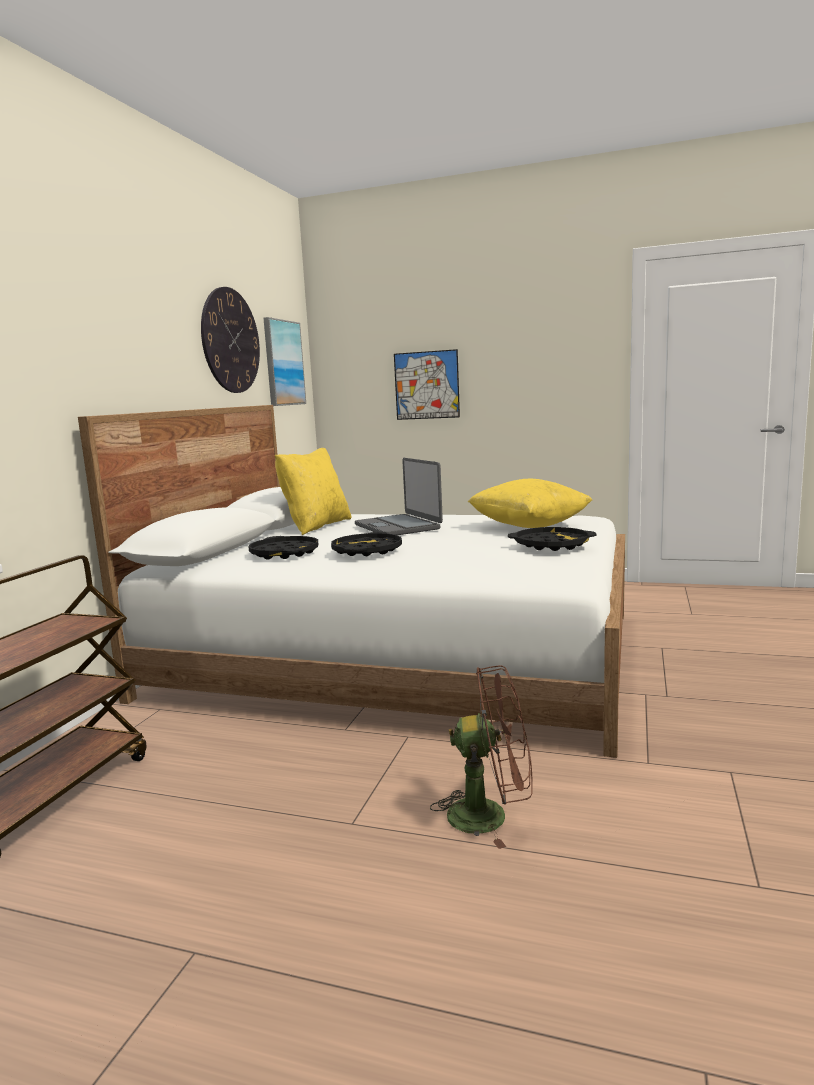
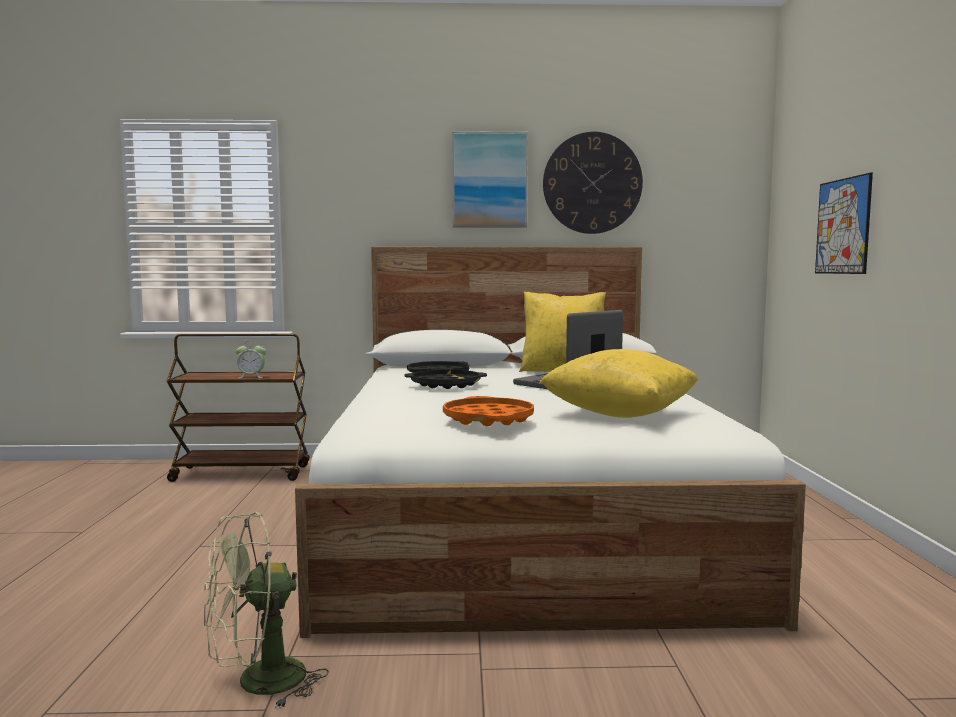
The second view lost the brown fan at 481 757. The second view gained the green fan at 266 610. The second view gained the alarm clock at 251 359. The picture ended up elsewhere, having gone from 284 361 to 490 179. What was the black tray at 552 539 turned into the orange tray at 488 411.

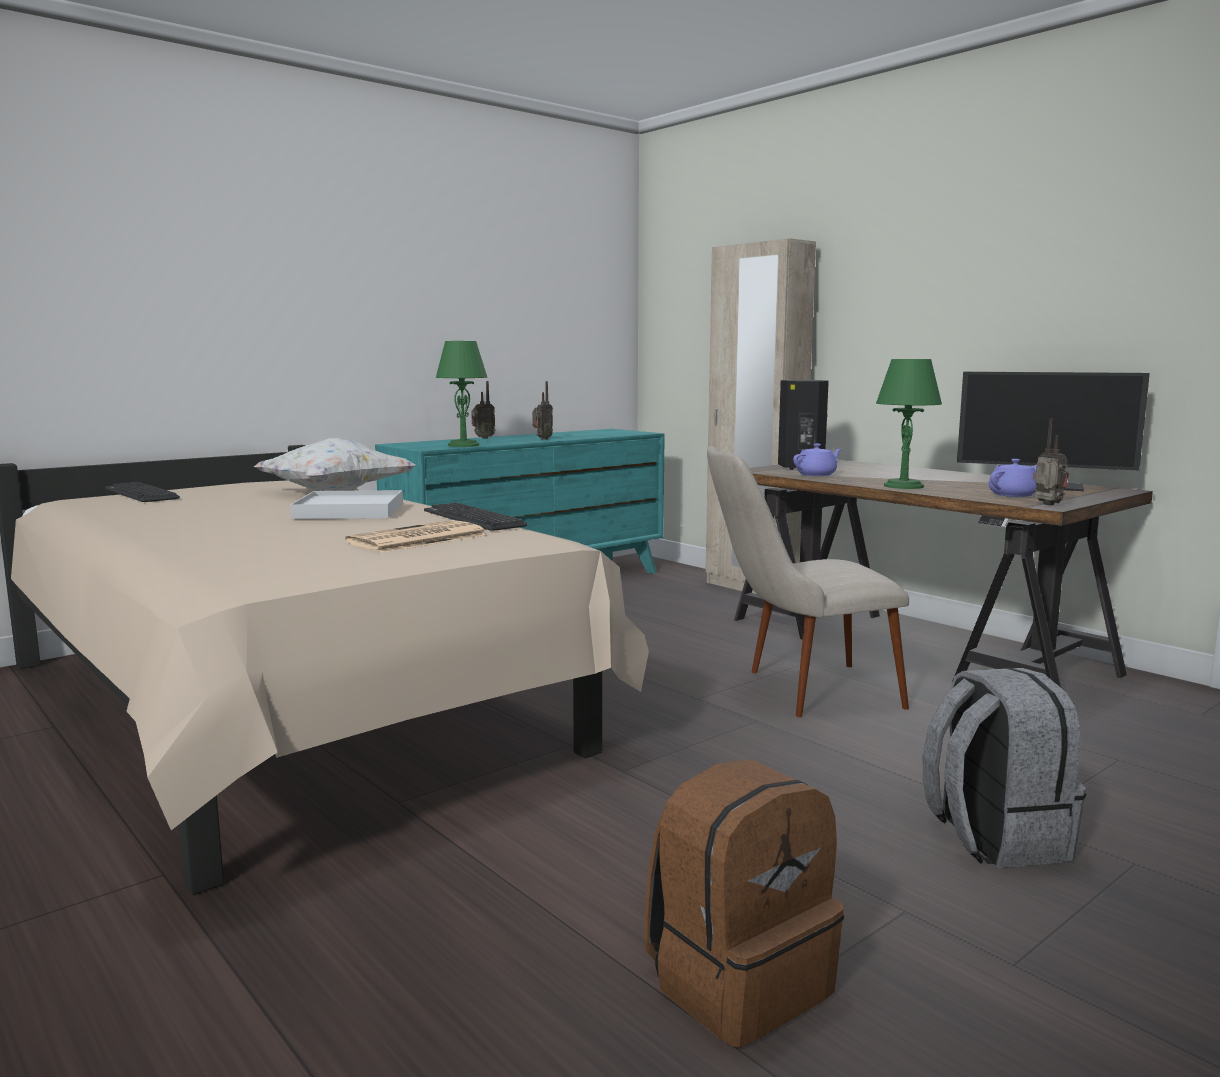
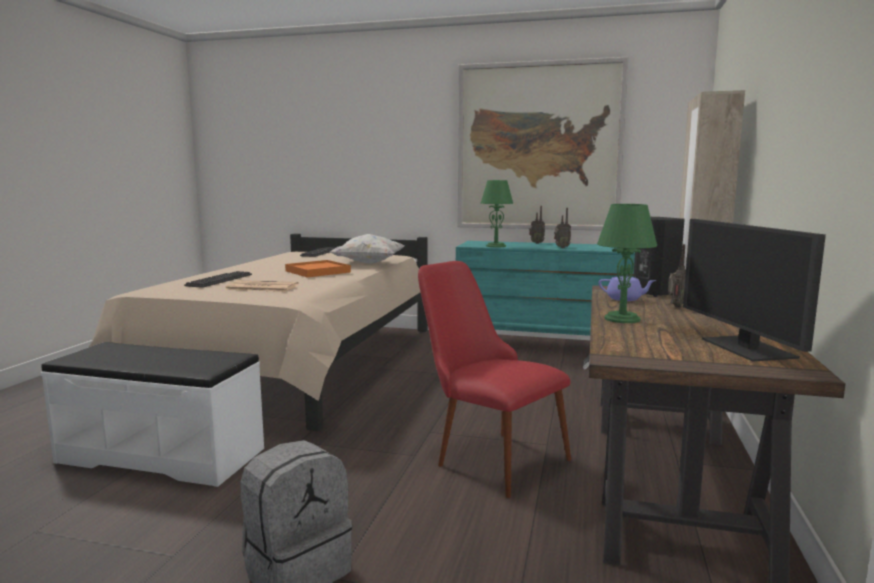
The second view lost the brown backpack at 744 903. The second view lost the purple teapot at 1013 478. The second view gained the white bench at 152 414. The second view gained the picture at 542 143. The keyboard ended up elsewhere, having gone from 475 517 to 218 279. The radio ended up elsewhere, having gone from 1051 461 to 677 276. What was the white tray at 346 504 turned into the orange tray at 318 268. What was the beige chair at 808 581 turned into the red chair at 494 379.

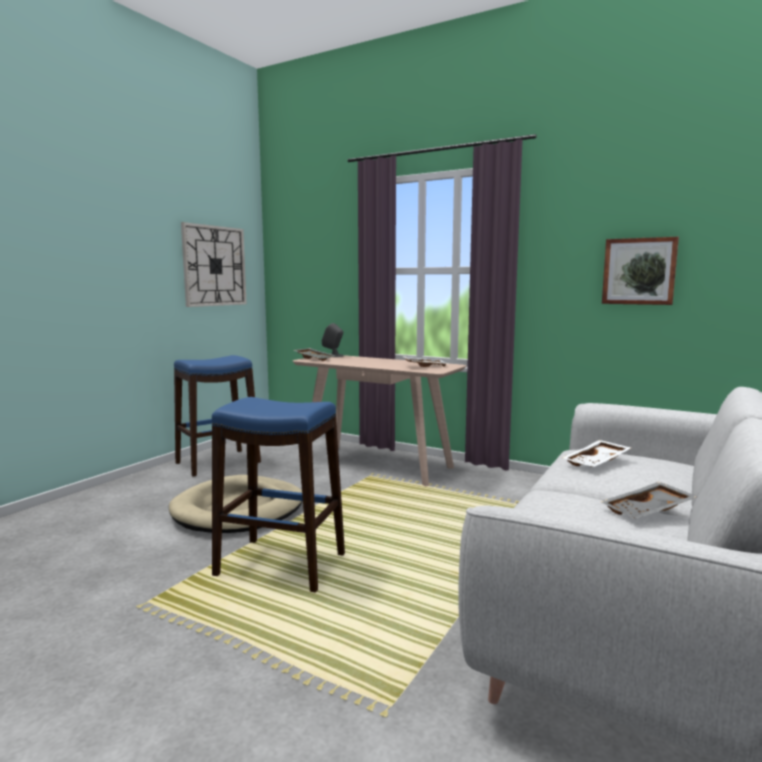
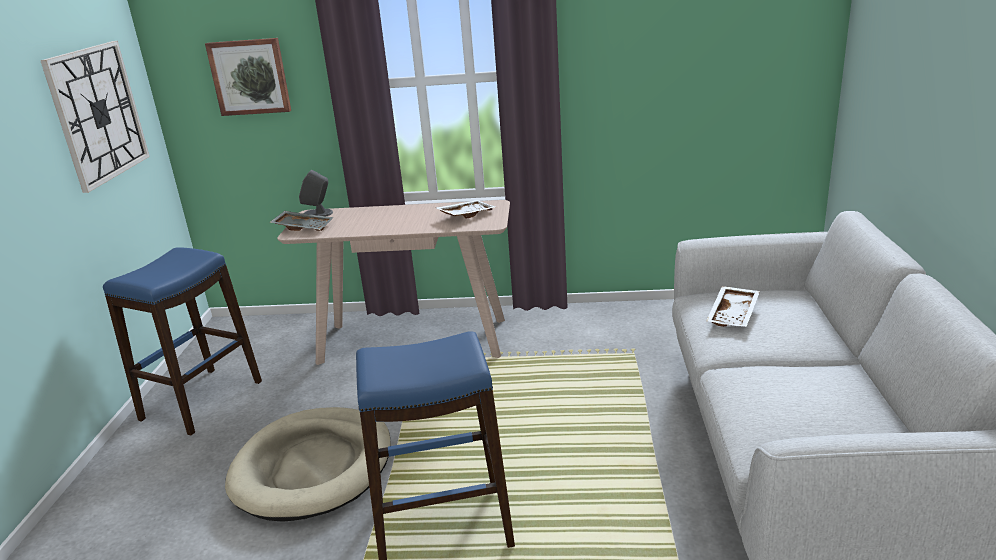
The second view lost the grey tray at 649 500. The picture ended up elsewhere, having gone from 640 271 to 248 77.

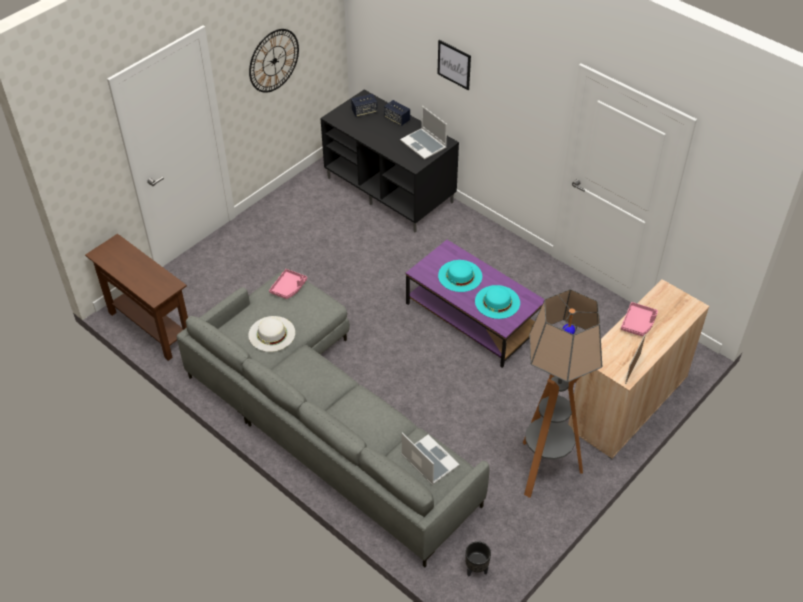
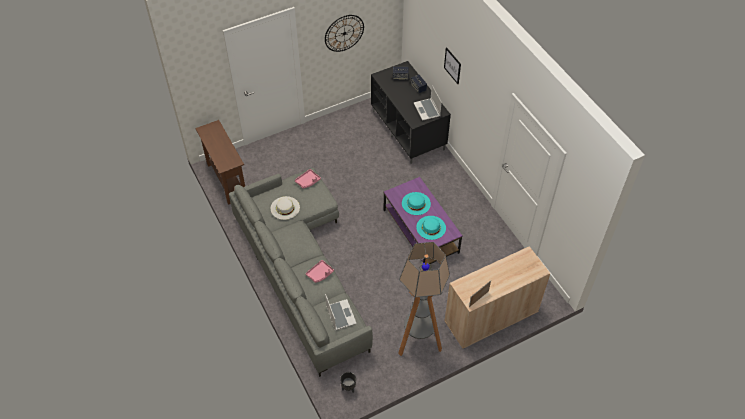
The pink tray ended up elsewhere, having gone from 639 319 to 320 271.

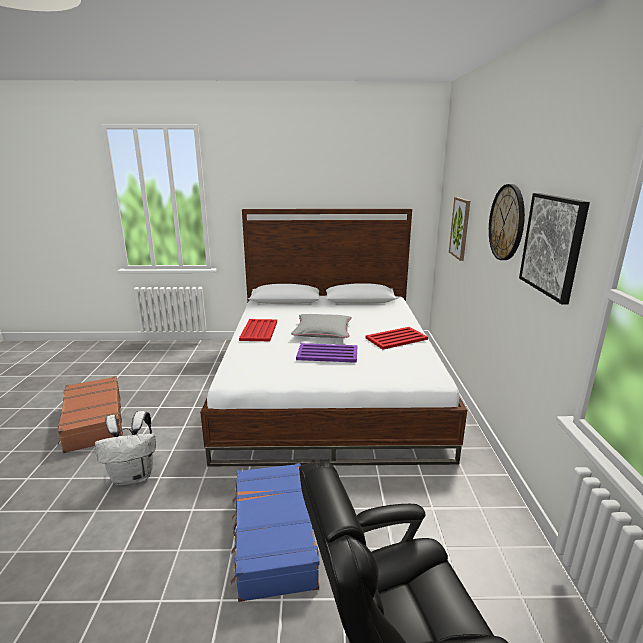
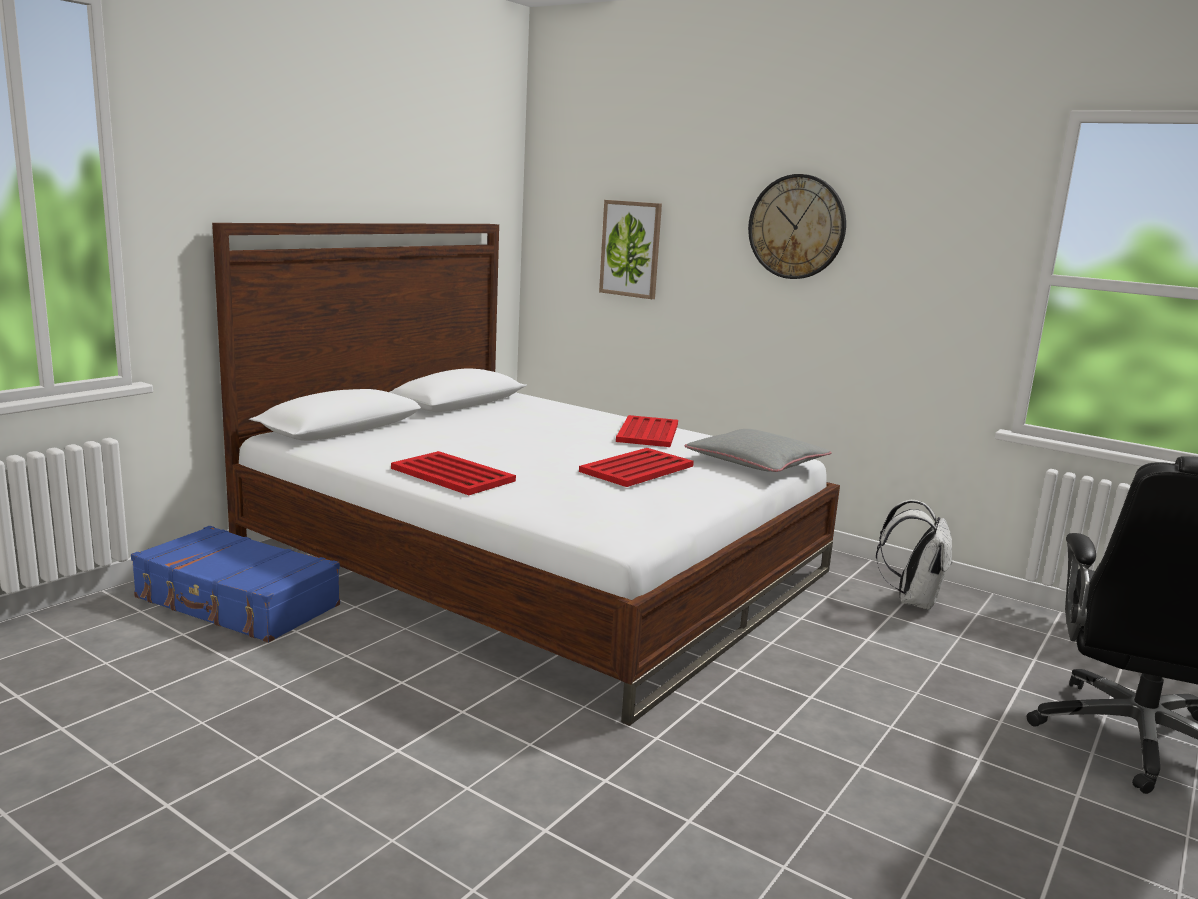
The second view lost the brown suitcase at 90 414. The second view lost the picture at 554 248. The white backpack ended up elsewhere, having gone from 125 448 to 914 555. The blue suitcase ended up elsewhere, having gone from 275 532 to 235 584. The grey pillow ended up elsewhere, having gone from 321 326 to 757 450. What was the purple tray at 326 353 turned into the red tray at 636 467.

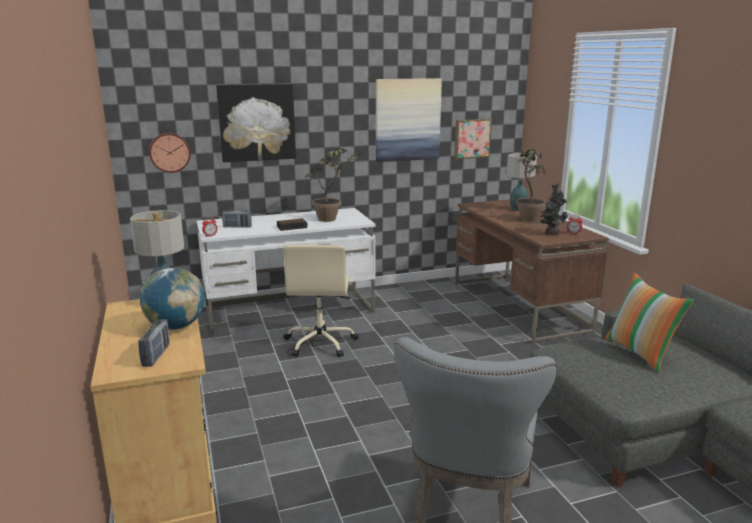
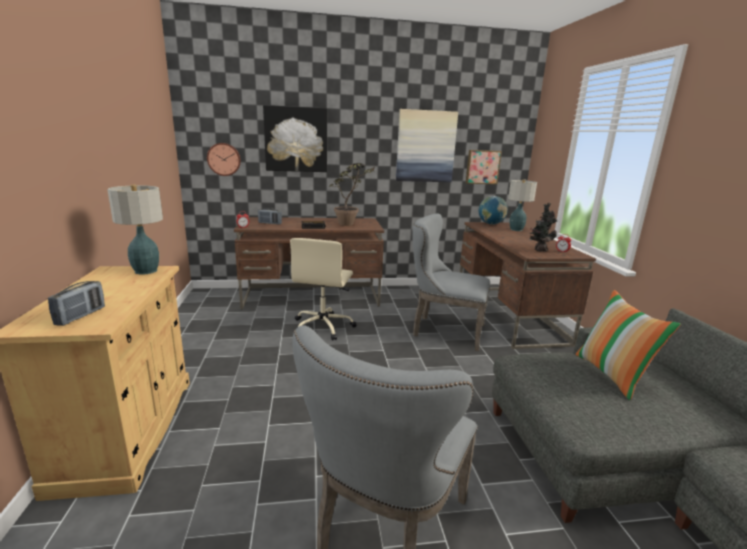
The second view lost the potted plant at 531 186. The second view gained the grey chair at 451 282. The globe ended up elsewhere, having gone from 172 299 to 493 210. What was the white desk at 286 271 turned into the brown desk at 309 263.

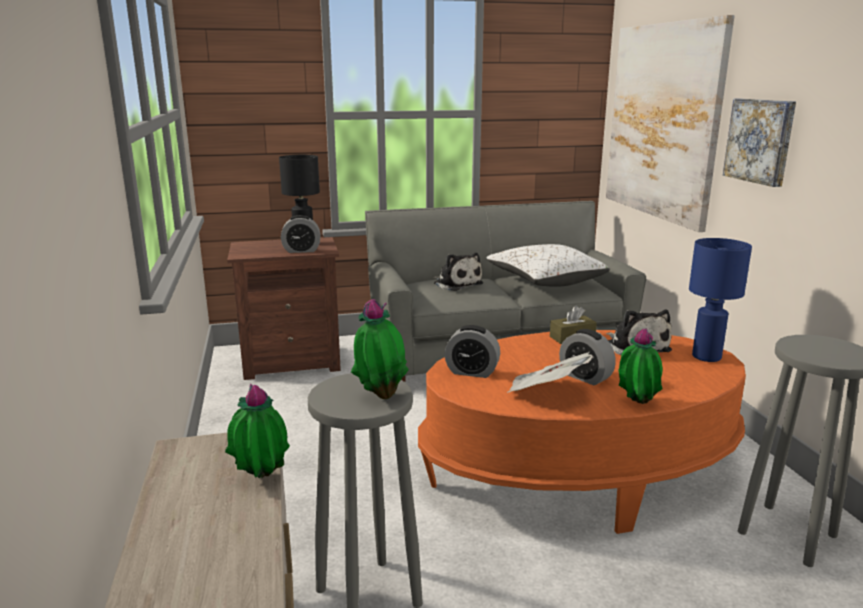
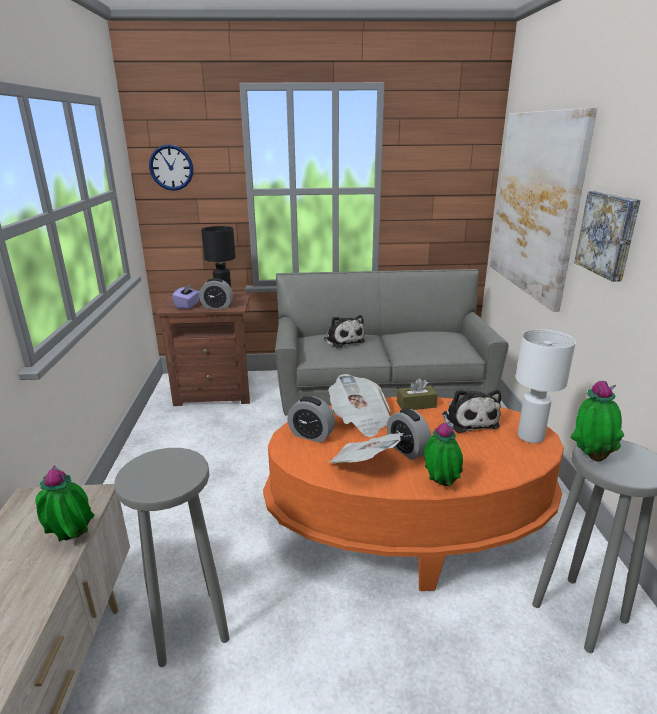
The second view lost the white pillow at 548 265. The second view gained the wall clock at 171 167. The second view gained the purple tissue box at 186 296. The second view gained the newspaper at 359 405. The potted plant ended up elsewhere, having gone from 380 349 to 597 421. What was the blue table lamp at 720 300 turned into the white table lamp at 546 386.

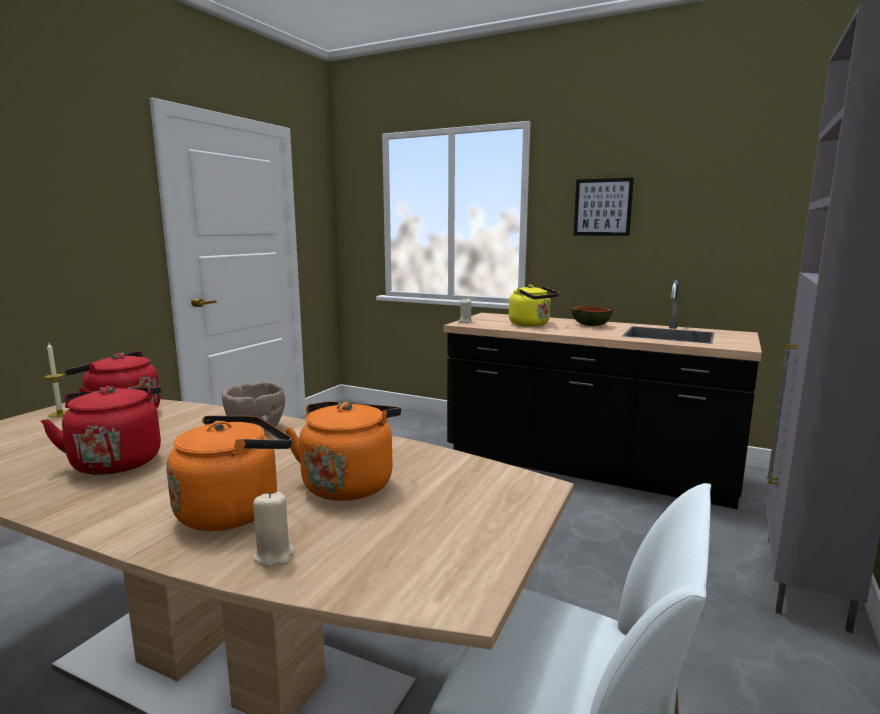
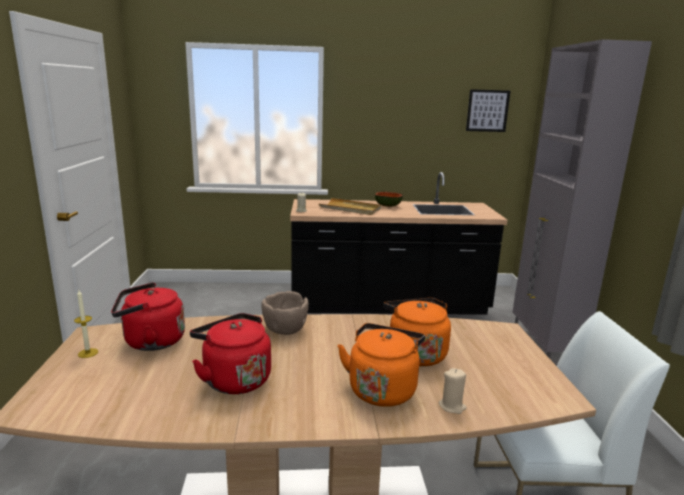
The picture ended up elsewhere, having gone from 604 207 to 488 110. Where the yellow kettle stood at 534 305, the beige tray came to stand at 350 206.

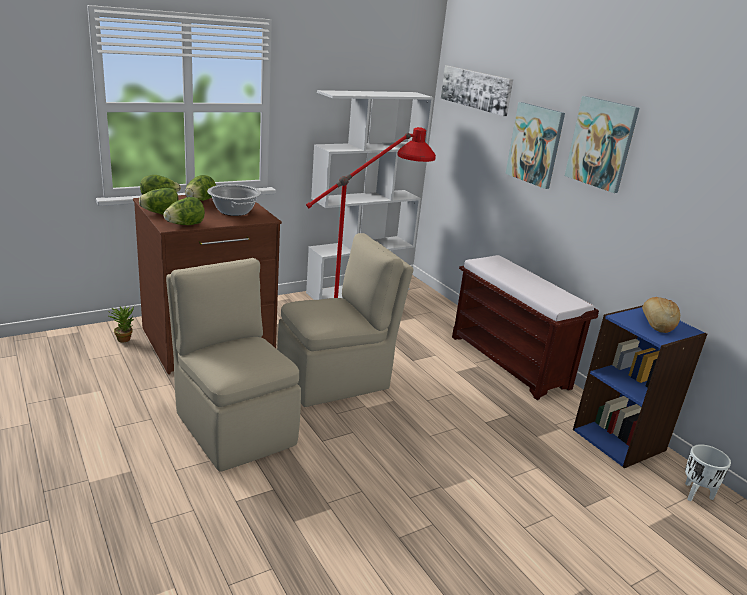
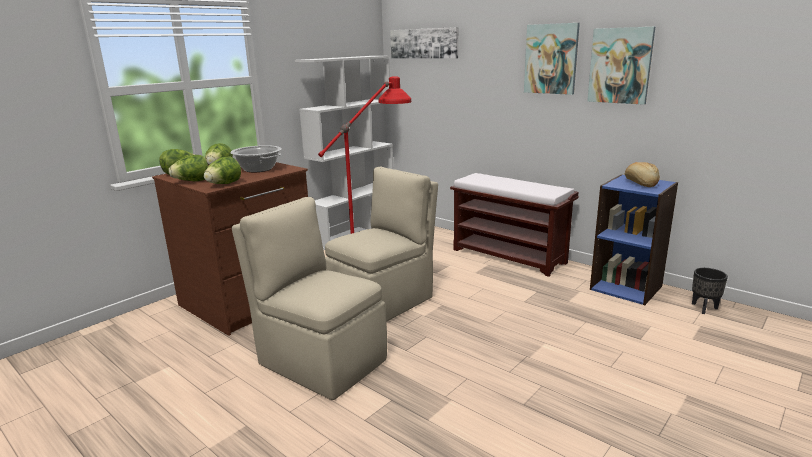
The second view lost the potted plant at 121 324. The picture ended up elsewhere, having gone from 535 145 to 621 66. What was the white planter at 708 472 turned into the black planter at 710 291.

